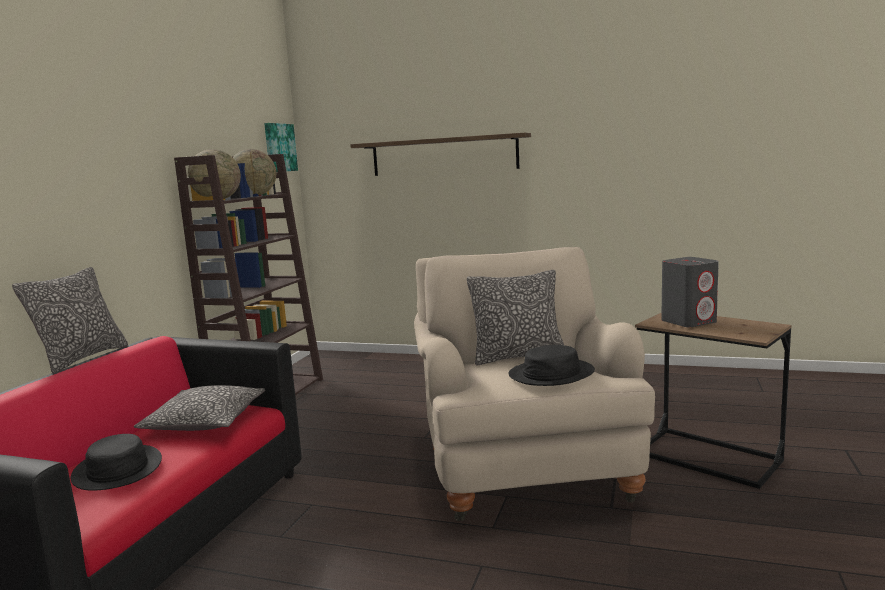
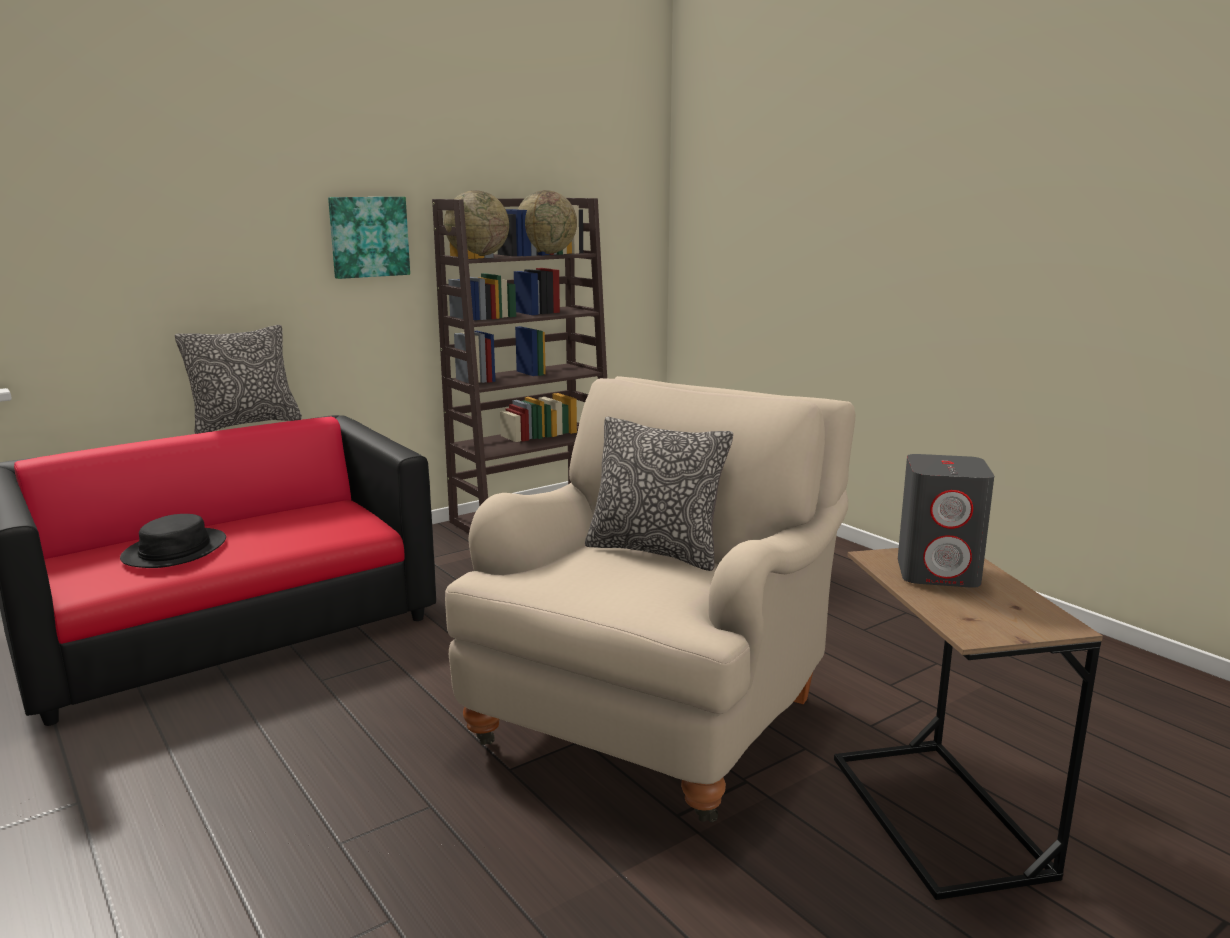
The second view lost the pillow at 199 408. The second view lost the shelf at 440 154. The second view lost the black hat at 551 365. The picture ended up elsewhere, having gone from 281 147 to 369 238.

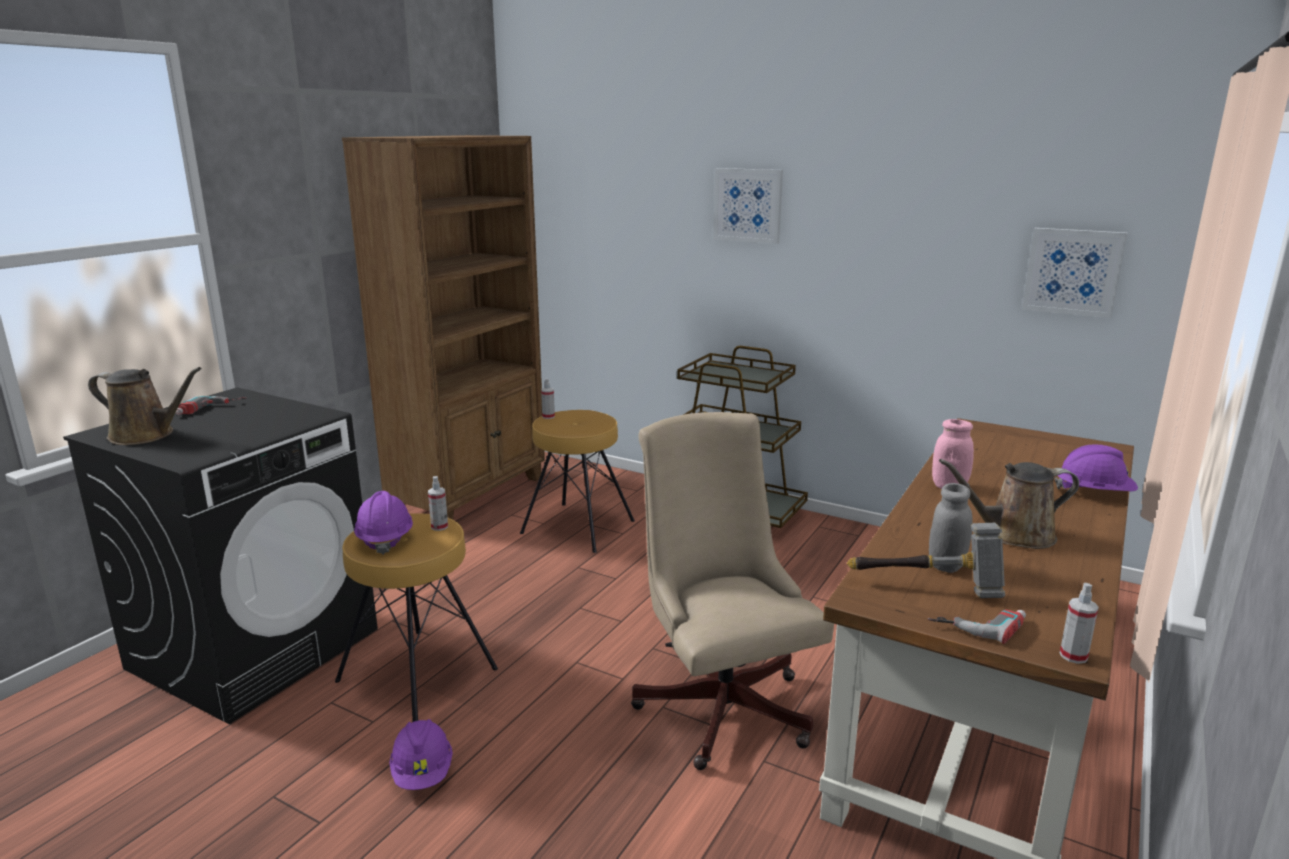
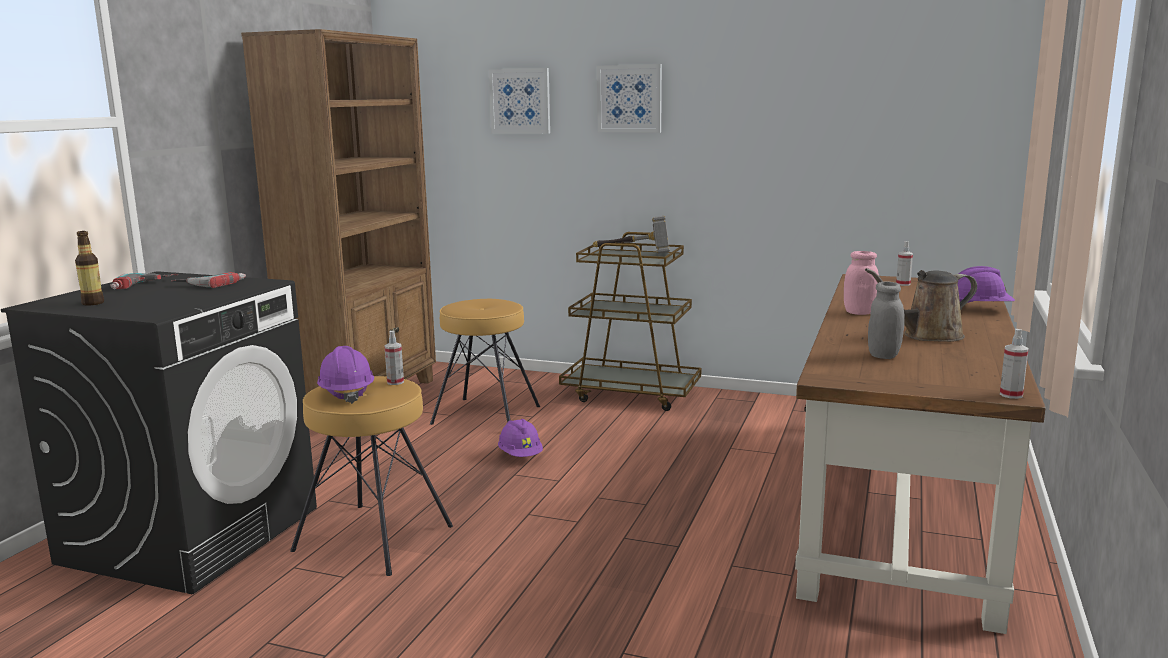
The second view lost the beige office chair at 732 591. The purple hard hat ended up elsewhere, having gone from 421 754 to 520 438. The spray bottle ended up elsewhere, having gone from 548 399 to 904 263. The hammer ended up elsewhere, having gone from 926 560 to 631 235. The power drill ended up elsewhere, having gone from 977 627 to 208 280. The picture ended up elsewhere, having gone from 1075 273 to 519 101. Where the brown watering can stood at 145 406, the bottle came to stand at 89 268.

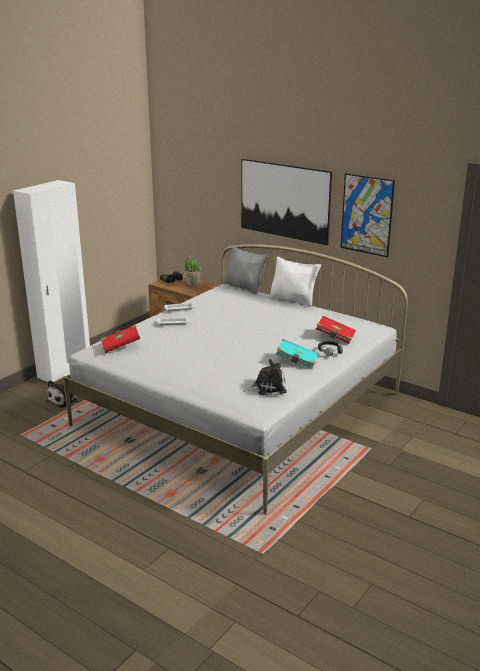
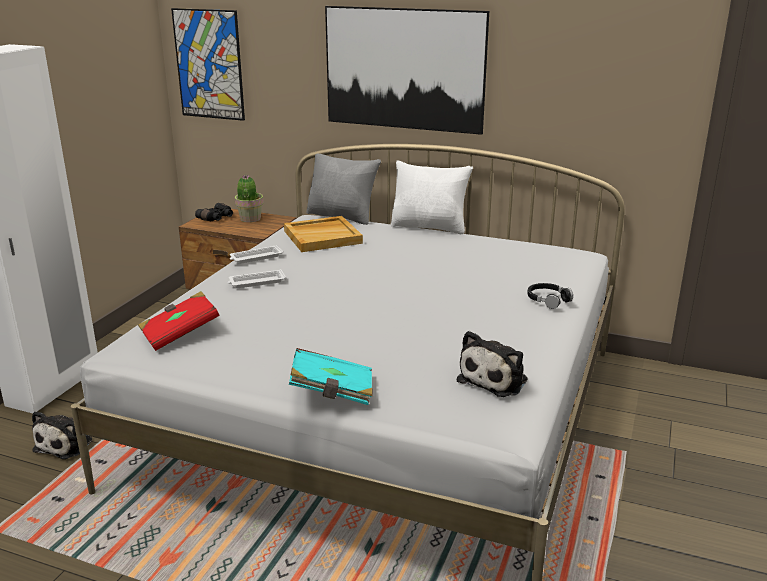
The second view lost the red book at 336 330. The second view gained the beige tray at 323 234. The turquoise book ended up elsewhere, having gone from 297 354 to 331 376. The picture ended up elsewhere, having gone from 367 215 to 208 64. The plush toy at 265 377 ended up facing another way, 150 degrees clockwise from before.

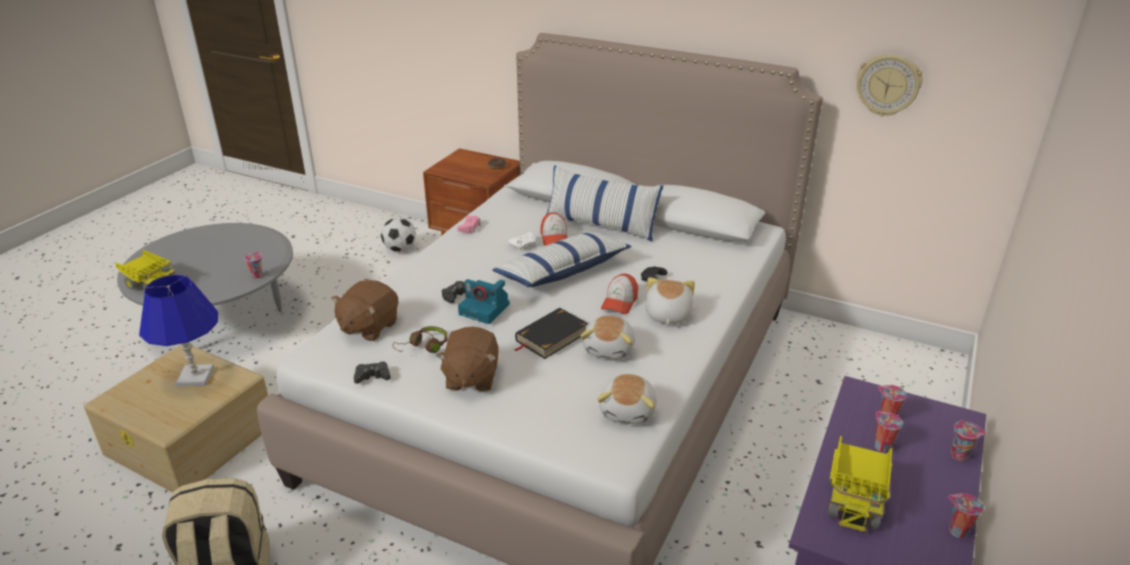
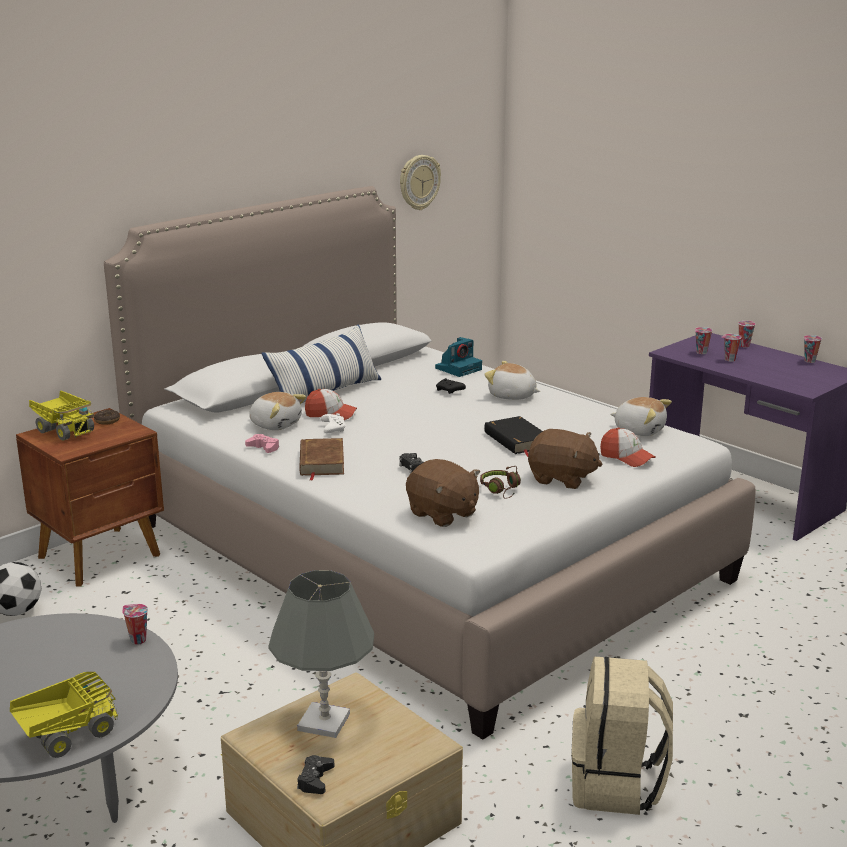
The second view lost the pillow at 561 259. The second view gained the brown book at 321 459. The black game controller ended up elsewhere, having gone from 372 373 to 315 774. The photo camera ended up elsewhere, having gone from 484 301 to 458 357. The plush toy ended up elsewhere, having gone from 607 337 to 278 411. The cap ended up elsewhere, having gone from 619 294 to 628 447. The toy truck ended up elsewhere, having gone from 860 484 to 61 416. What was the blue table lamp at 178 330 turned into the grey table lamp at 321 654.

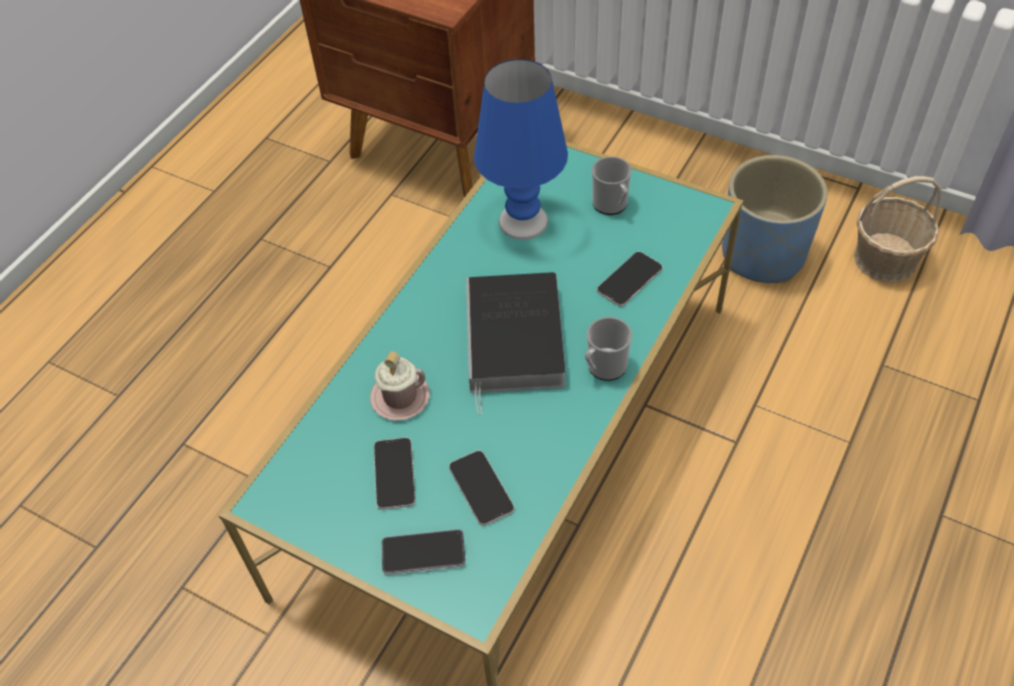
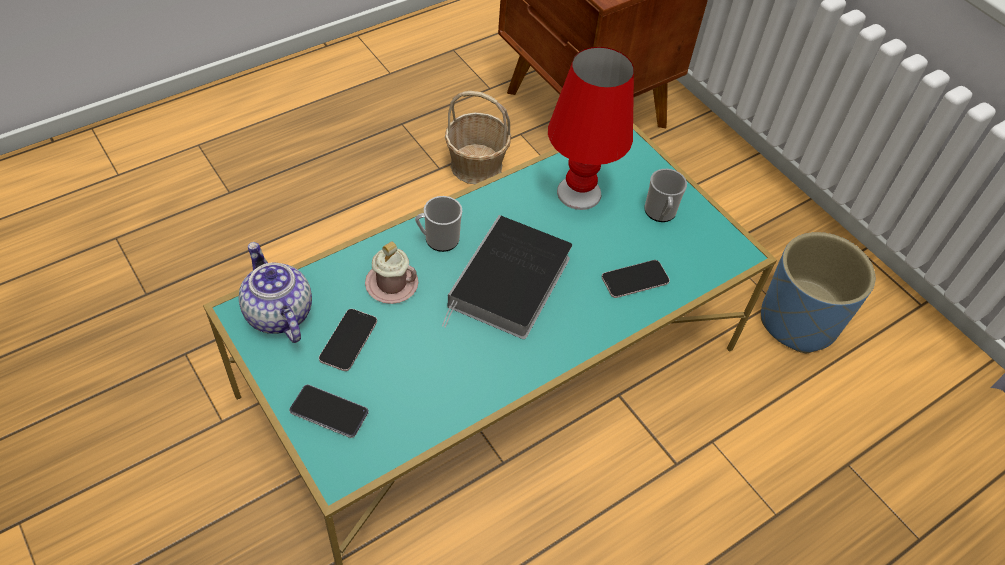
The second view lost the phone at 481 488. The second view gained the teapot at 275 292. The mug ended up elsewhere, having gone from 608 349 to 438 224. The basket ended up elsewhere, having gone from 897 229 to 478 137. What was the blue table lamp at 521 149 turned into the red table lamp at 591 128.

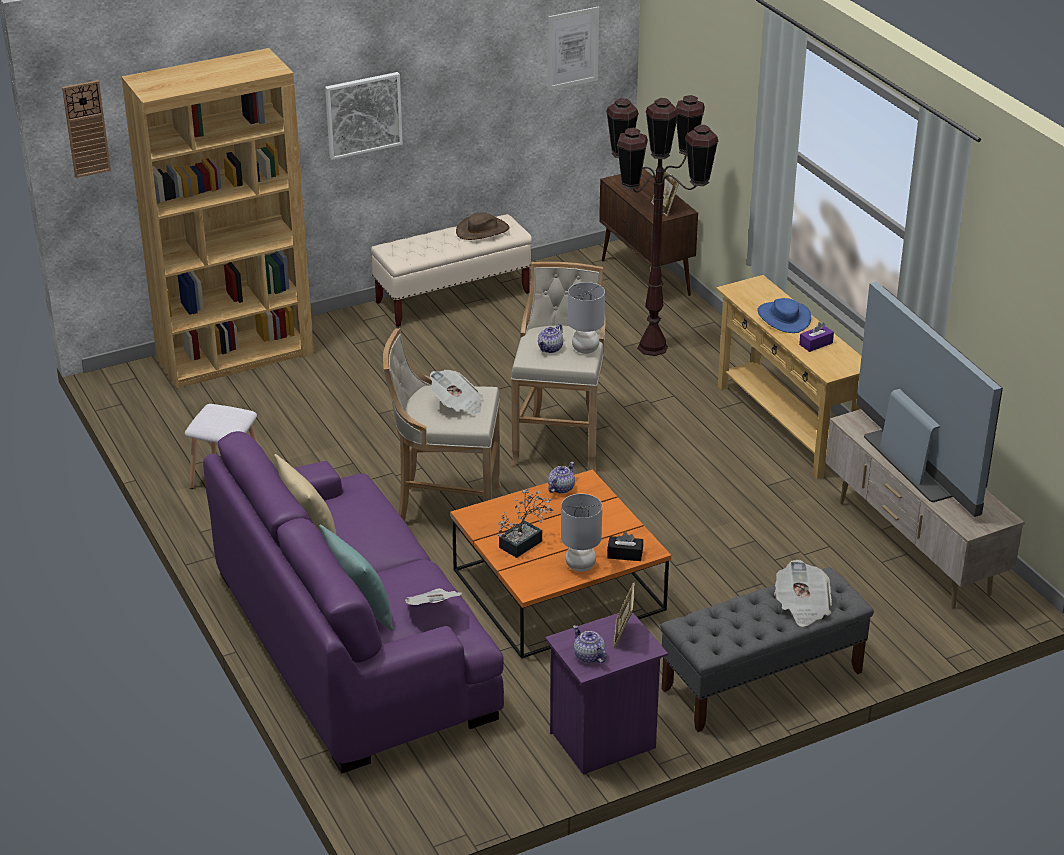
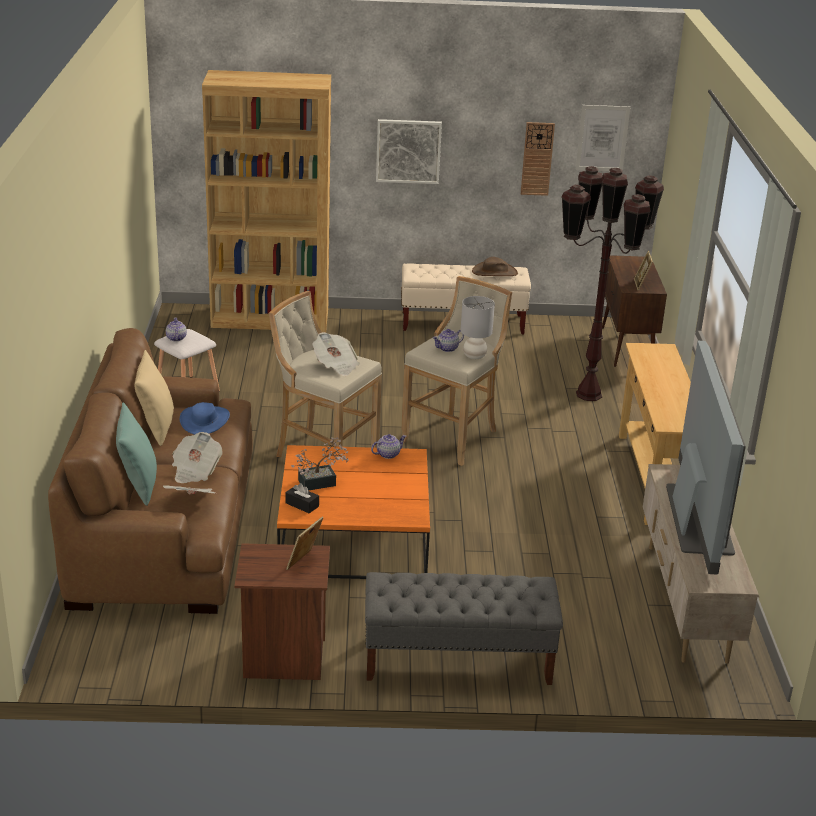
The second view lost the grey table lamp at 581 533. The second view lost the purple tissue box at 816 337. The wall clock ended up elsewhere, having gone from 86 129 to 538 159. The teapot ended up elsewhere, having gone from 590 644 to 176 329. The black tissue box ended up elsewhere, having gone from 625 546 to 302 498. The blue hat ended up elsewhere, having gone from 784 315 to 205 418. The newspaper ended up elsewhere, having gone from 803 593 to 197 457. What was the purple sofa at 353 602 turned into the brown sofa at 150 471. What was the purple nightstand at 606 693 turned into the brown nightstand at 282 611.

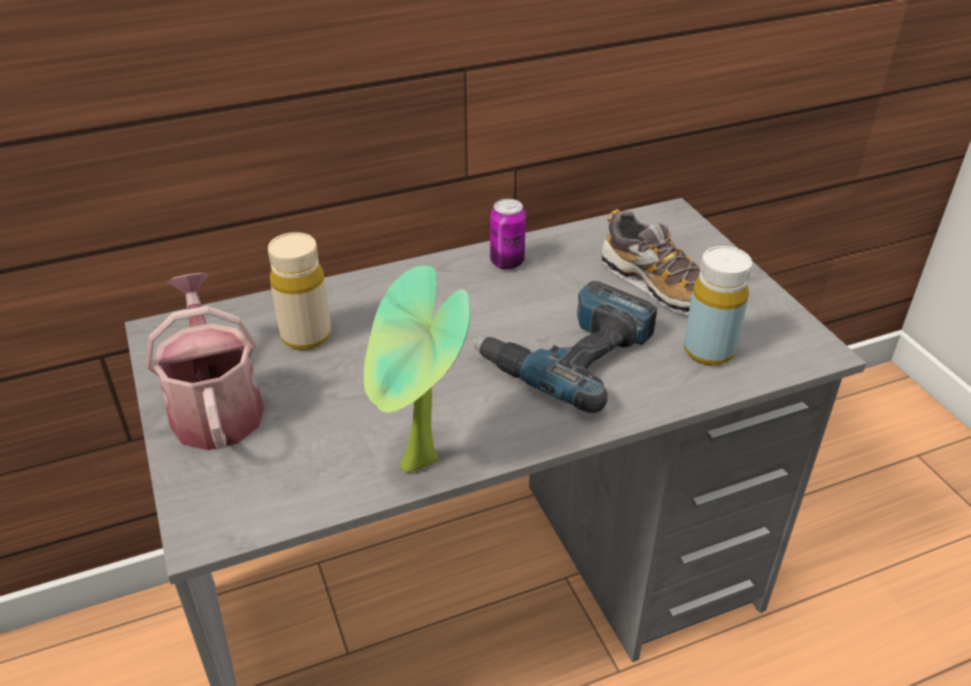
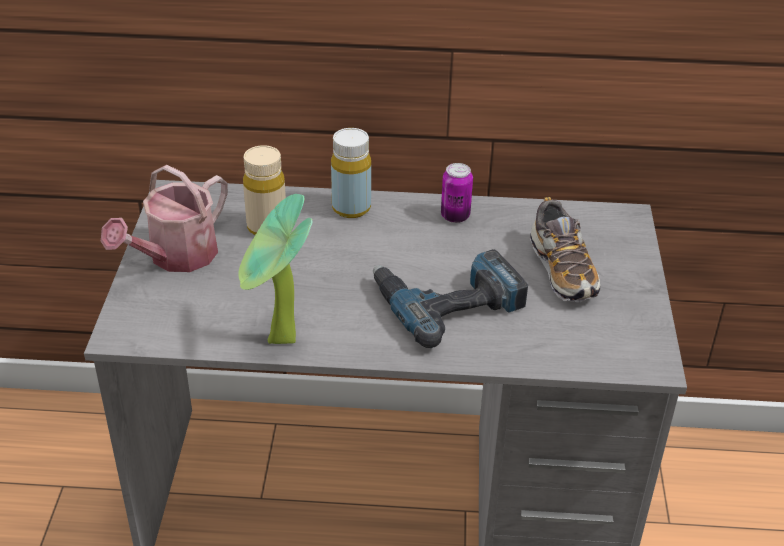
The yellow bottle ended up elsewhere, having gone from 718 306 to 351 173. The watering can at 205 361 ended up facing another way, 150 degrees counterclockwise from before.

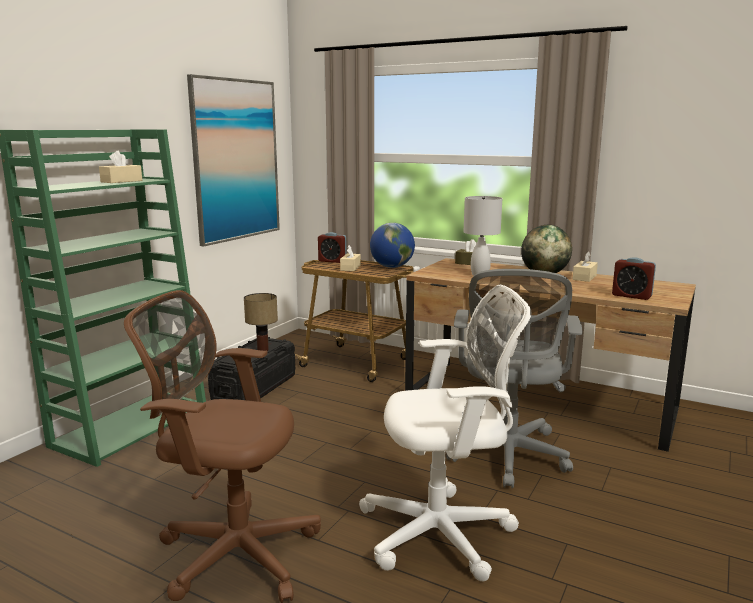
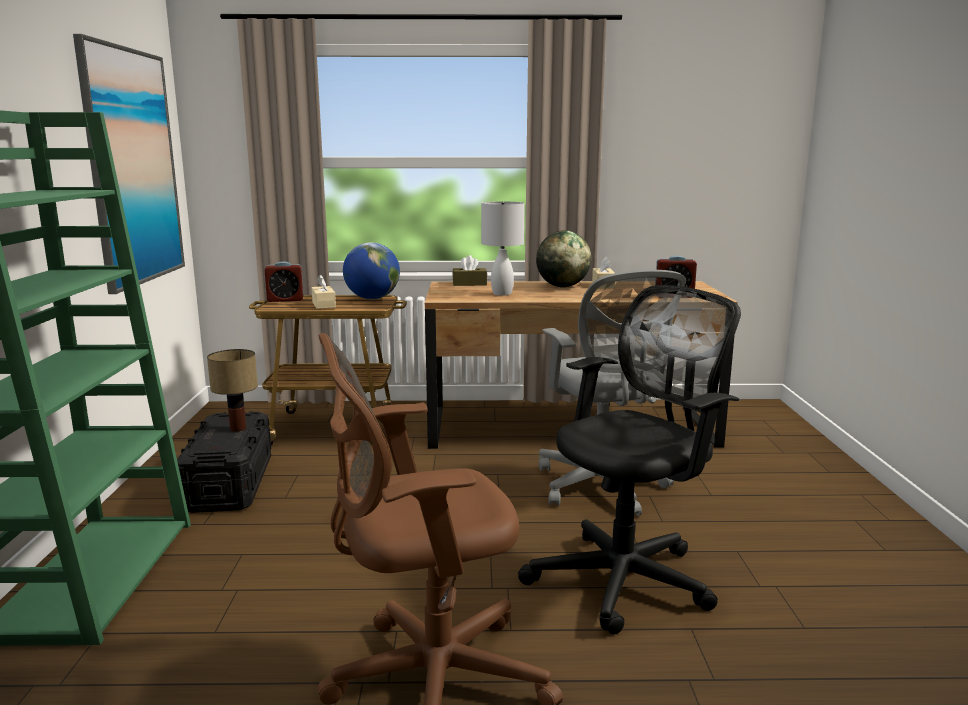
The second view lost the beige tissue box at 120 167. What was the white office chair at 445 433 turned into the black office chair at 629 460.

